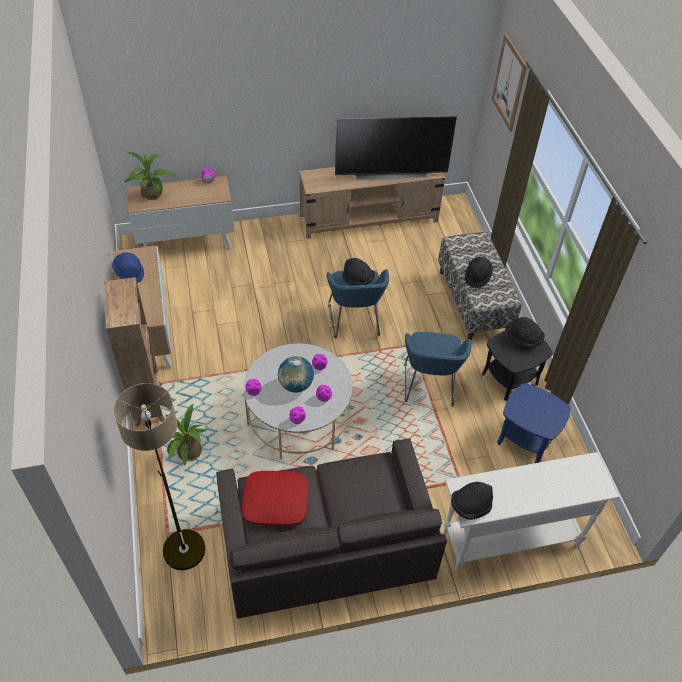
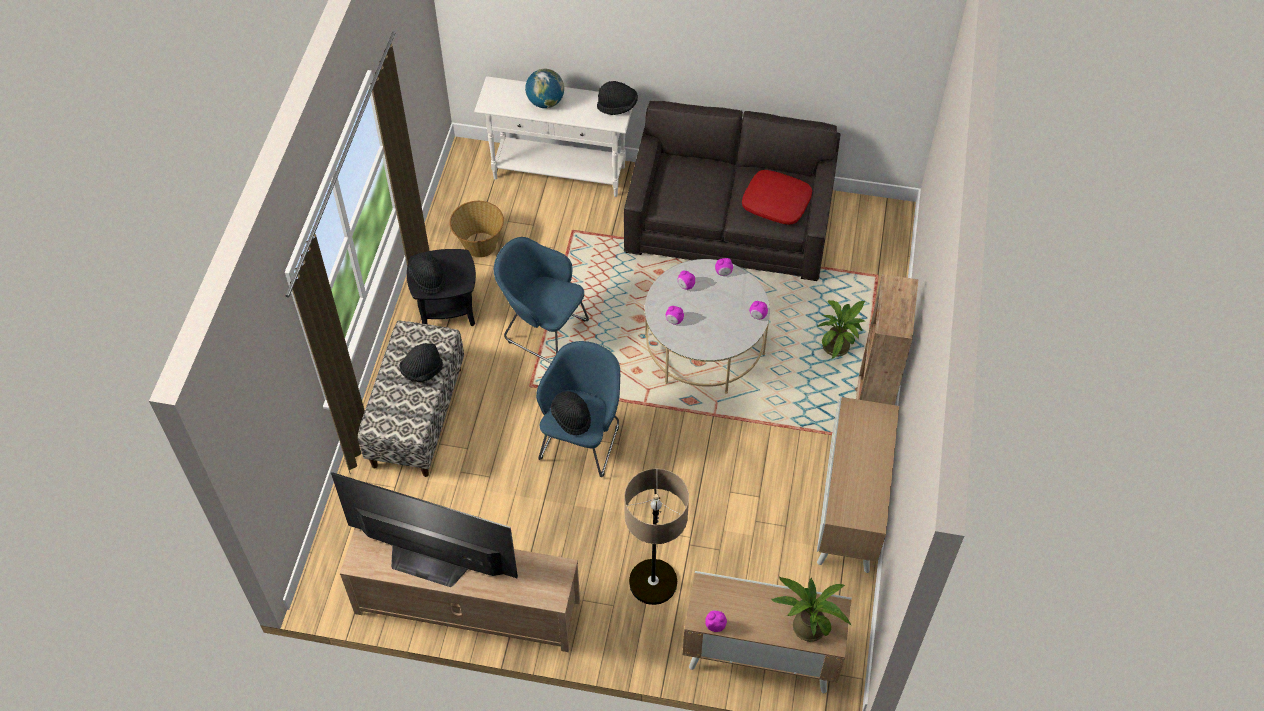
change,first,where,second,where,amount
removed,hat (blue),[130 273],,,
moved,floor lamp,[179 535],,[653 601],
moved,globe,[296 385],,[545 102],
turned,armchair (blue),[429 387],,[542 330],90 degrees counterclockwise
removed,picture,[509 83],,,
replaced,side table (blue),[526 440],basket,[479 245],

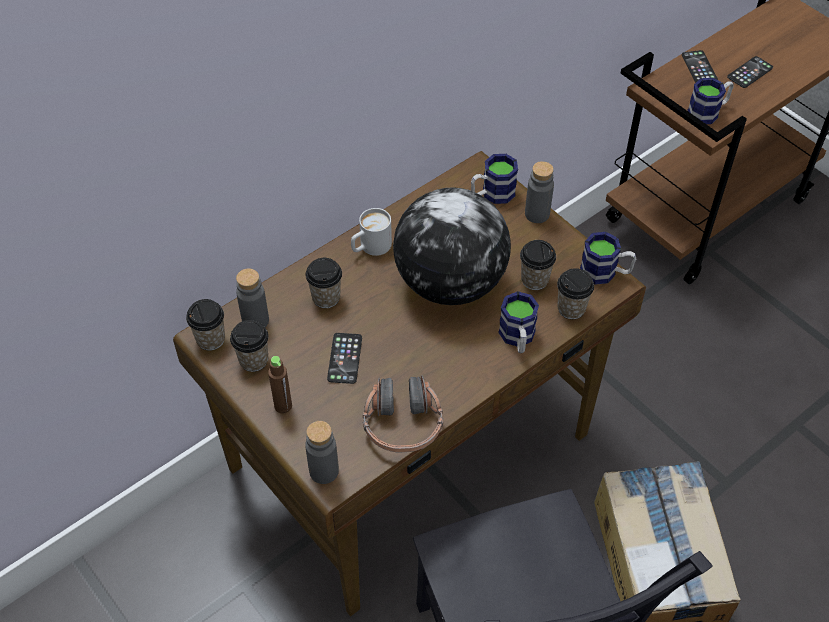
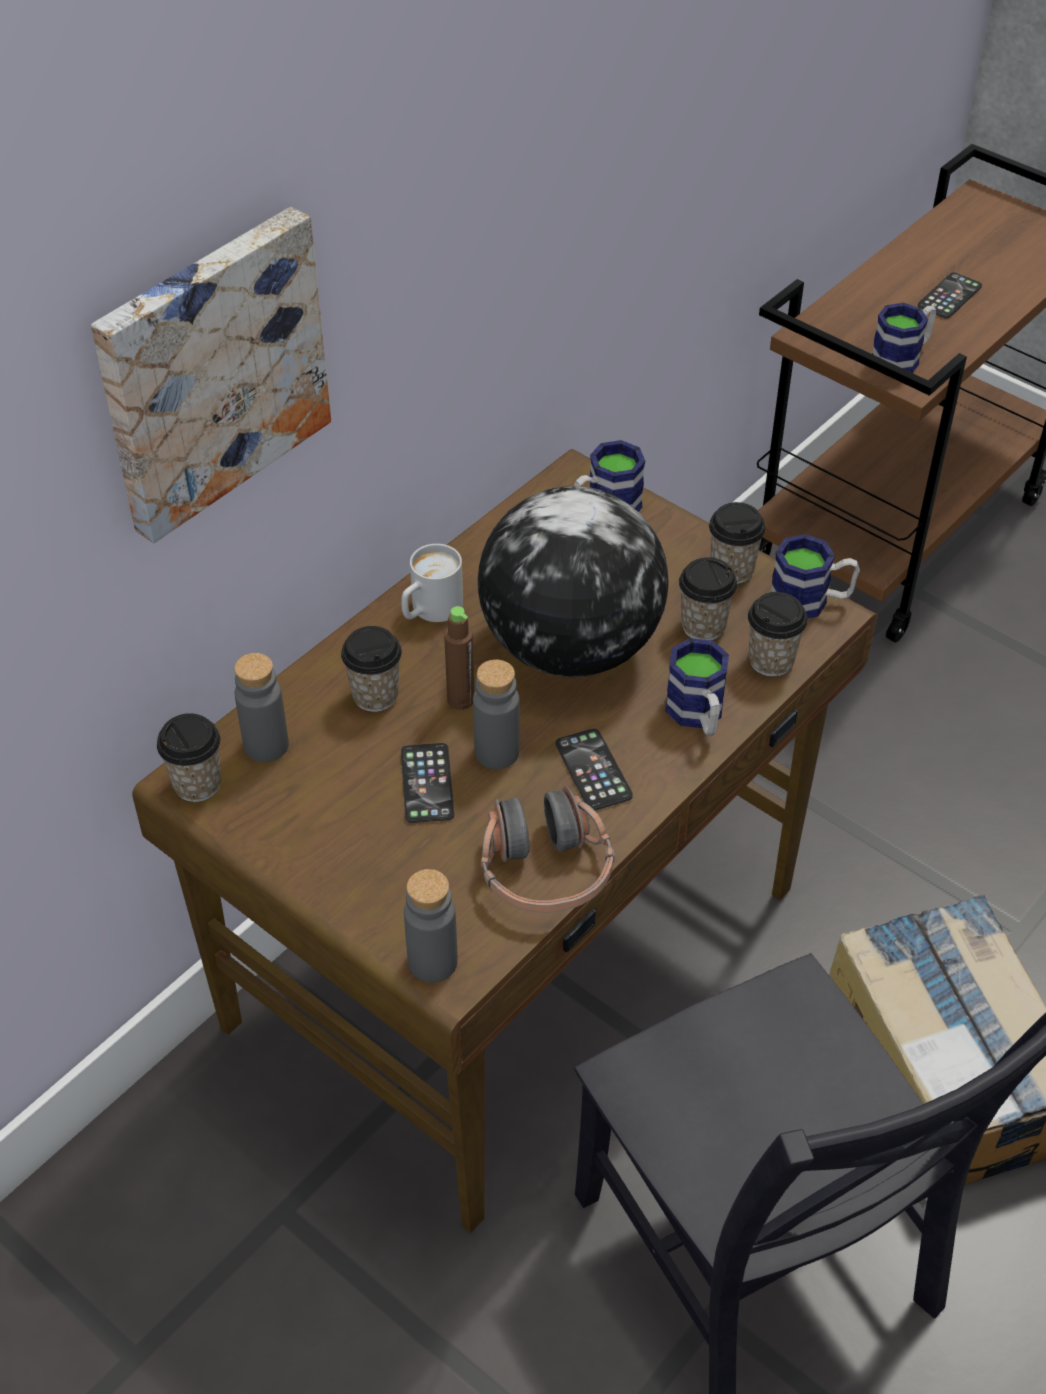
change,first,where,second,where,amount
moved,cup,[253 360],,[732 570],
moved,bottle (brown),[283 406],,[460 700],
moved,bottle (grey),[537 214],,[497 752],
moved,phone,[699 67],,[593 770],
added,,,picture,[210 370],

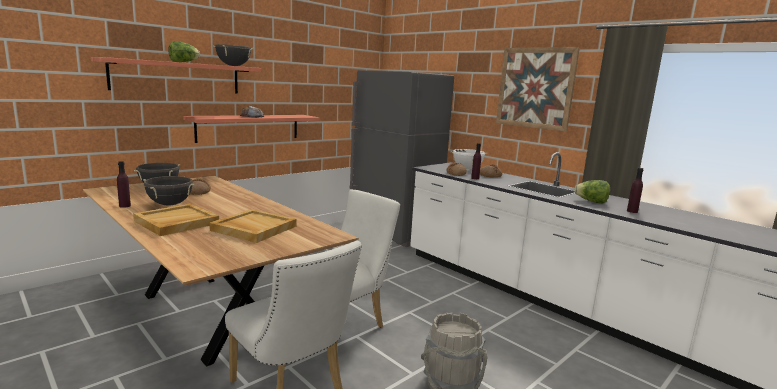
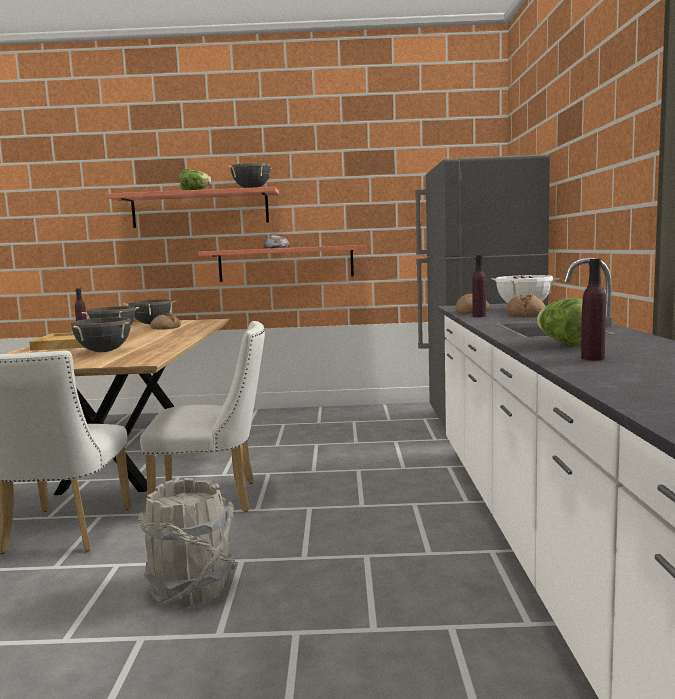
change,first,where,second,where,amount
replaced,tray (beige),[253 228],cooking pot (black),[104 351],
removed,picture,[535 88],,,

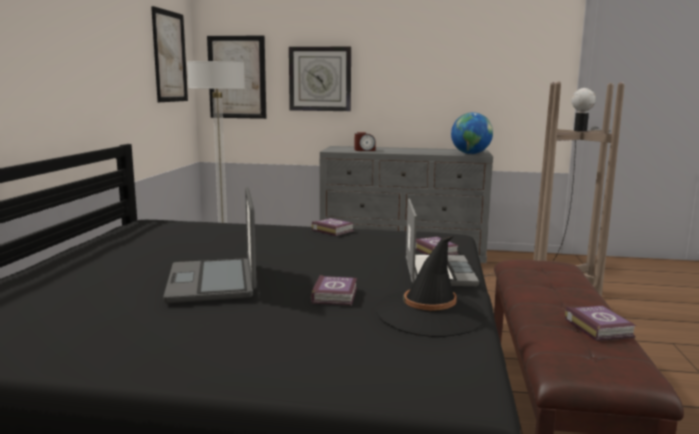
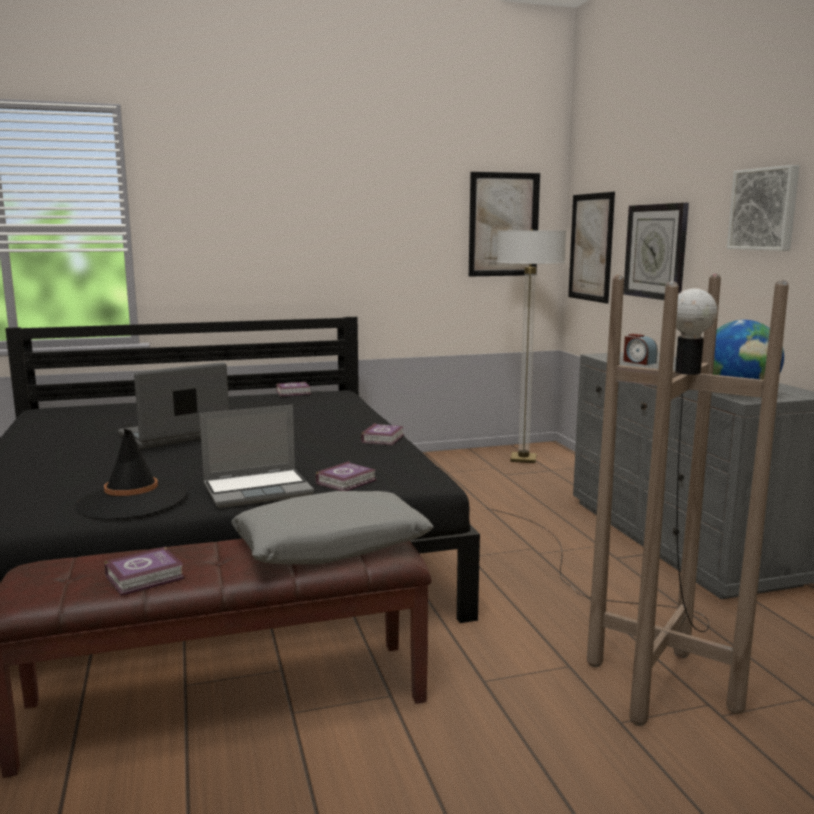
change,first,where,second,where,amount
moved,book,[336 295],,[294 393],
added,,,pillow (grey),[331 546],
added,,,picture,[765 209],

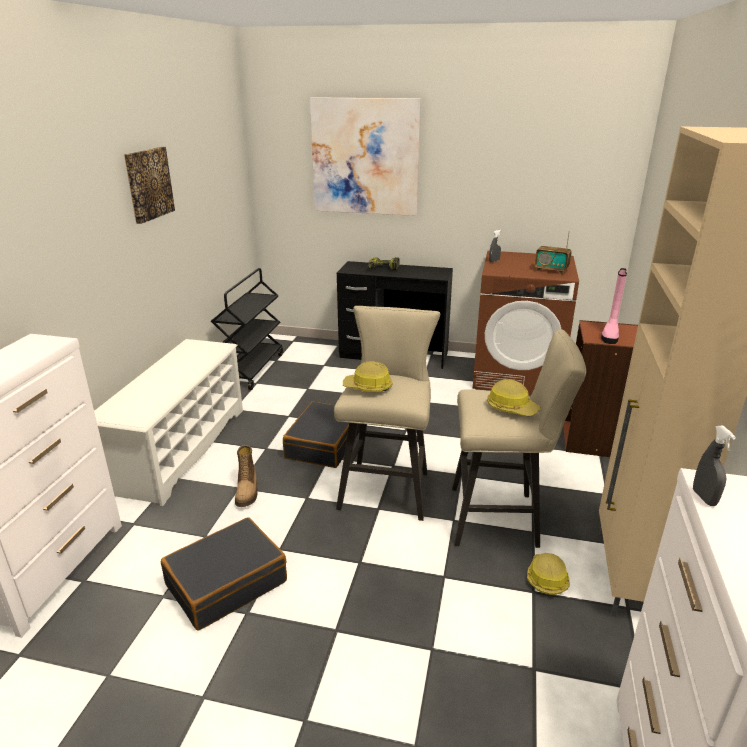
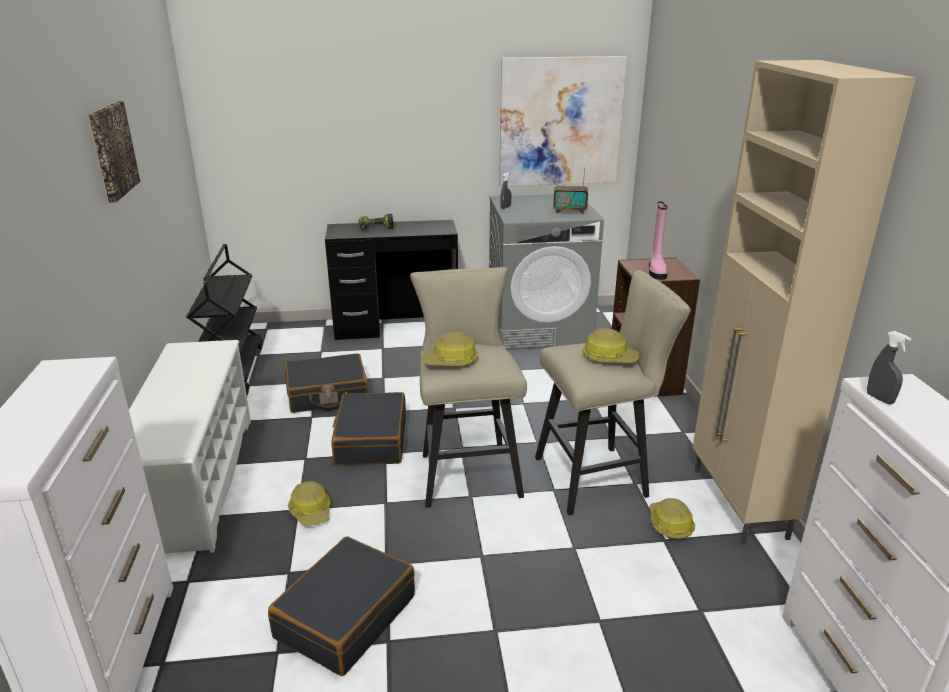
change,first,where,second,where,amount
replaced,boot,[247 491],hard hat,[311 511],
moved,picture,[365 157],,[560 122],
recoloured,washing machine (brown),[517 375],washing machine (grey),[539 329],
added,,,suitcase (black),[327 394],

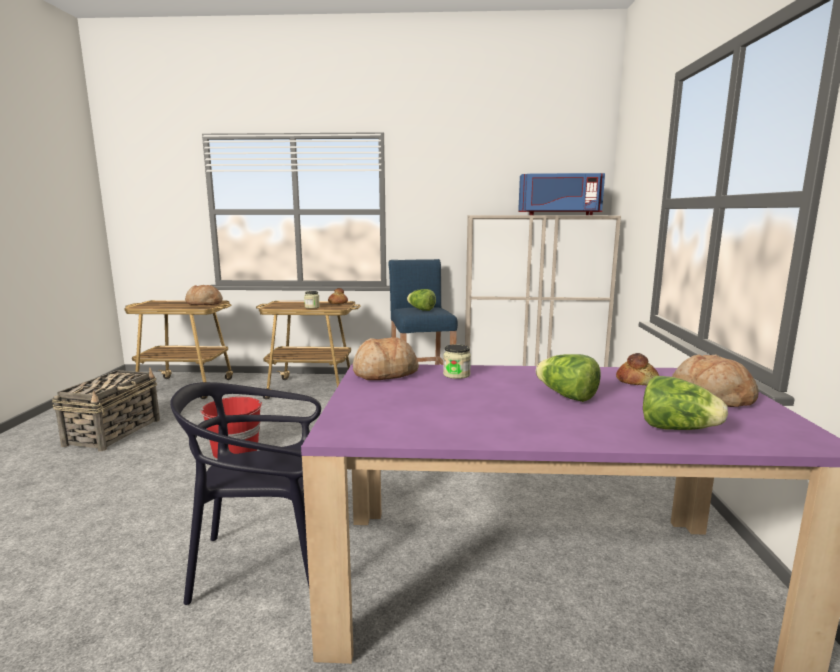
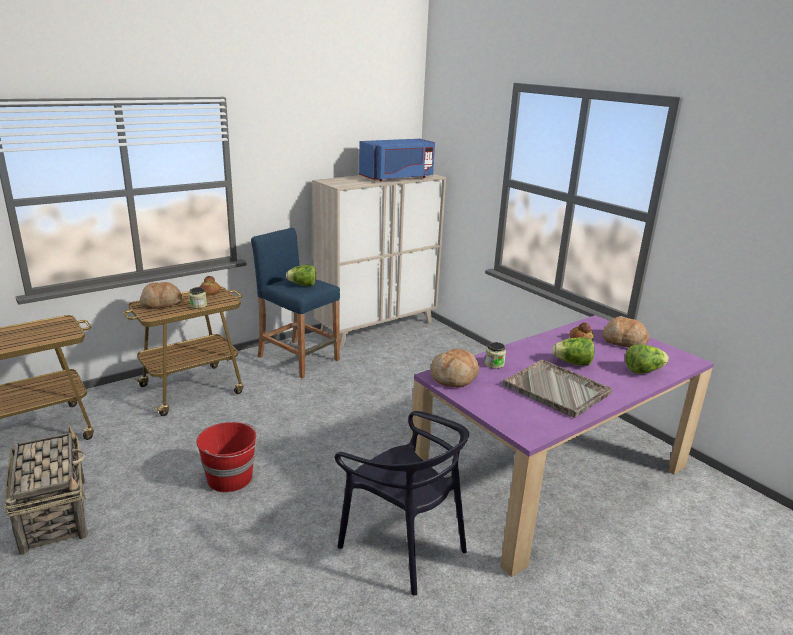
change,first,where,second,where,amount
turned,chair (black),[265 563],,[403 545],90 degrees counterclockwise
moved,bread,[204 303],,[161 303],
added,,,tray (grey),[557 390],

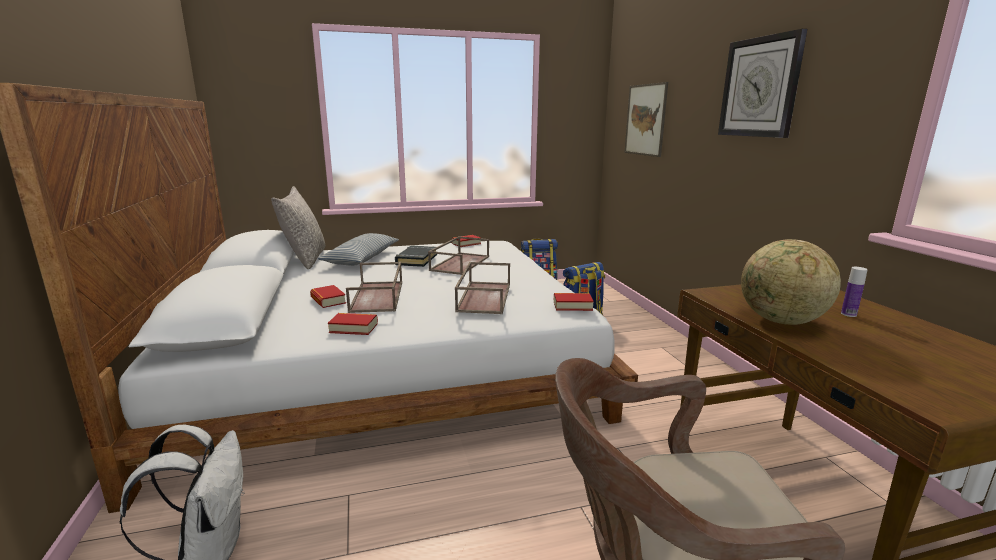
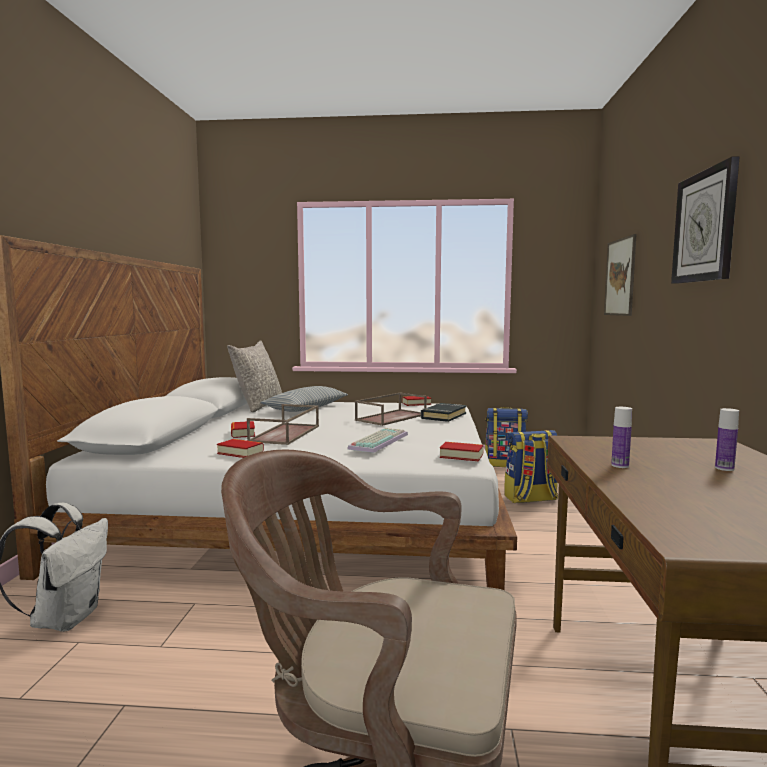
change,first,where,second,where,amount
moved,book (black),[416 259],,[443 416],
replaced,tray (brown),[483 297],keyboard,[378 441],
replaced,globe,[780 321],bottle,[620 465],

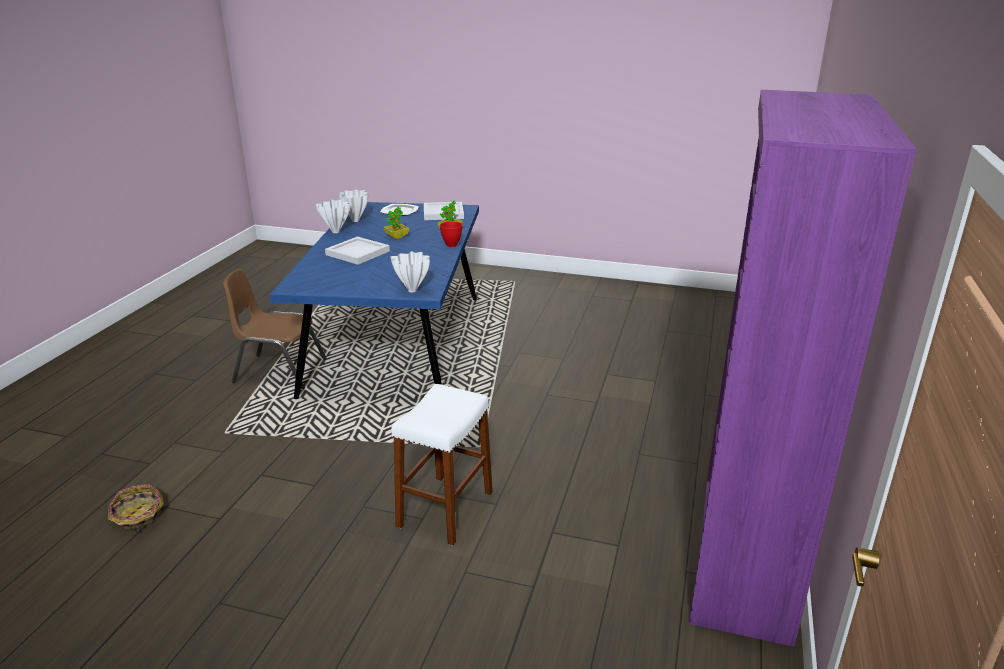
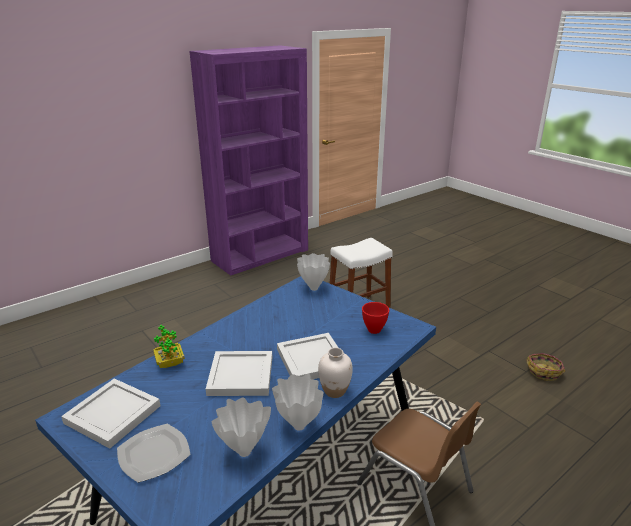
change,first,where,second,where,amount
replaced,potted plant,[396 237],tray (white),[240 376],
moved,bowl (red),[451 245],,[375 330],
added,,,vase (white),[335 391],

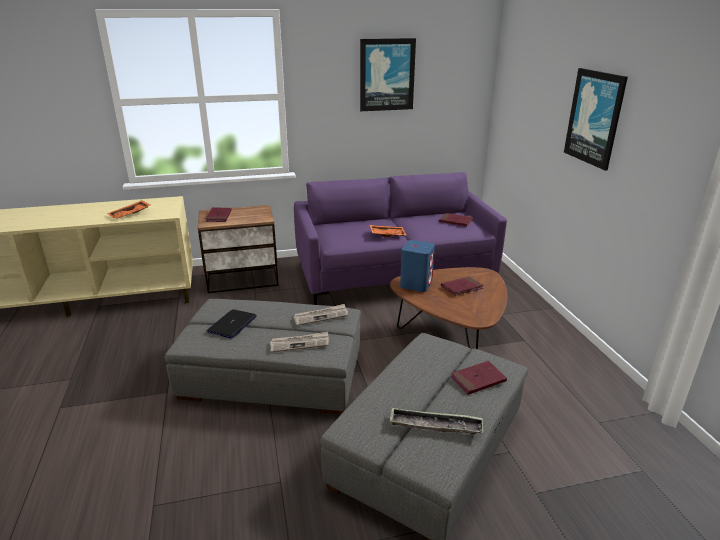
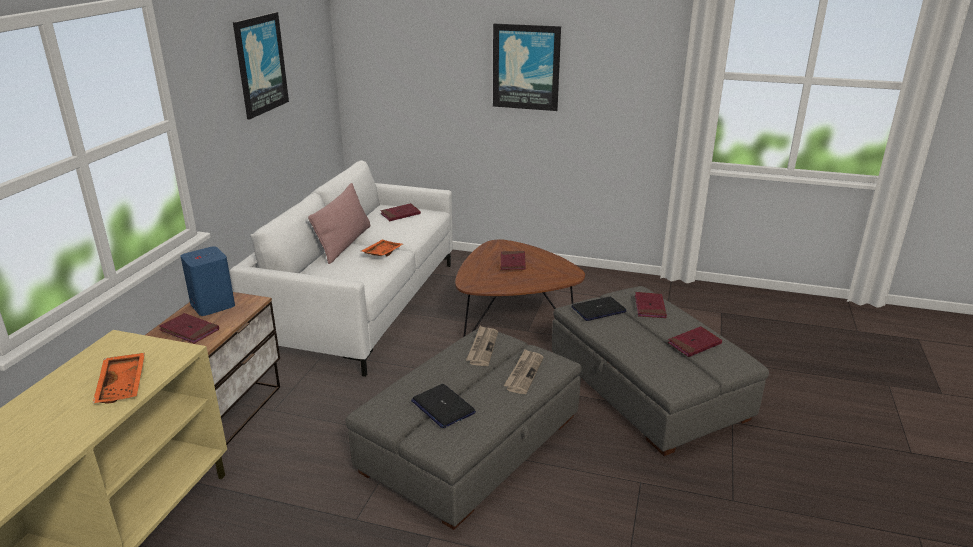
change,first,where,second,where,amount
recoloured,sofa (purple),[394 275],sofa (white),[362 305],
replaced,tray,[435 425],book (red),[694 344],
moved,speaker (blue),[416 284],,[212 305],
added,,,pillow (pink),[344 243],
added,,,laptop,[598 309],

